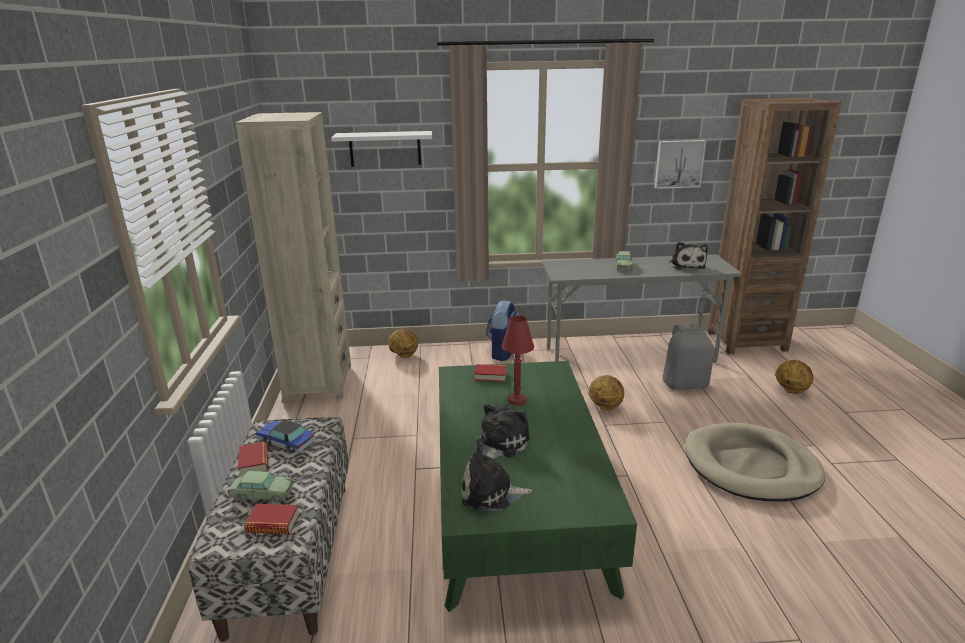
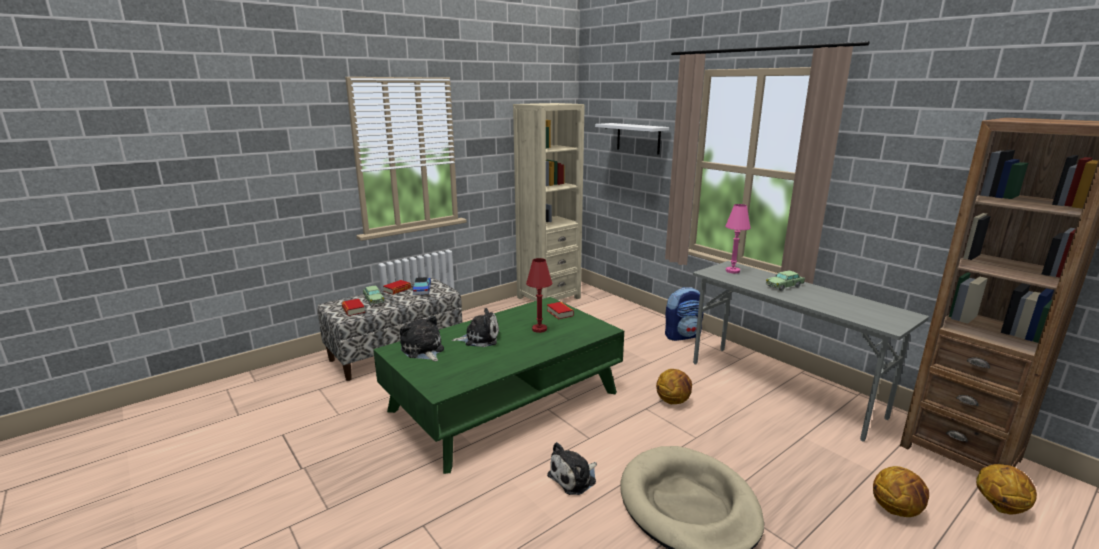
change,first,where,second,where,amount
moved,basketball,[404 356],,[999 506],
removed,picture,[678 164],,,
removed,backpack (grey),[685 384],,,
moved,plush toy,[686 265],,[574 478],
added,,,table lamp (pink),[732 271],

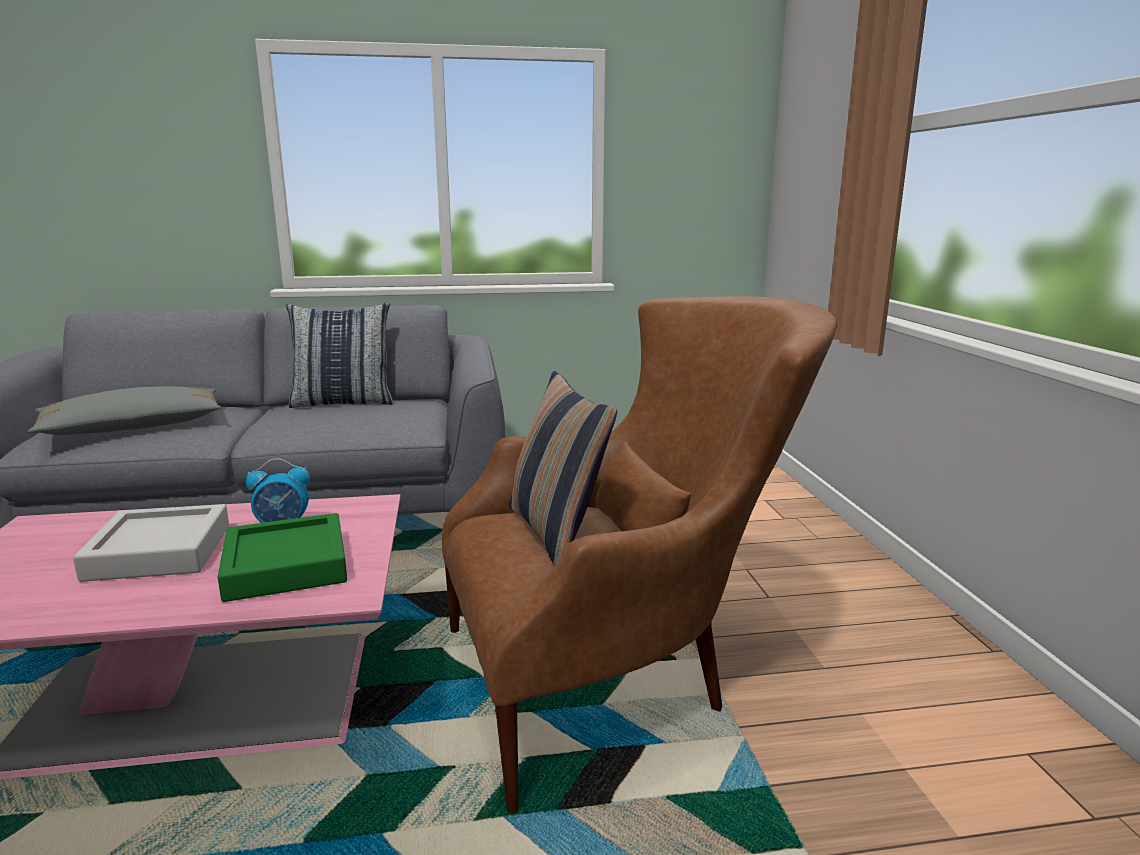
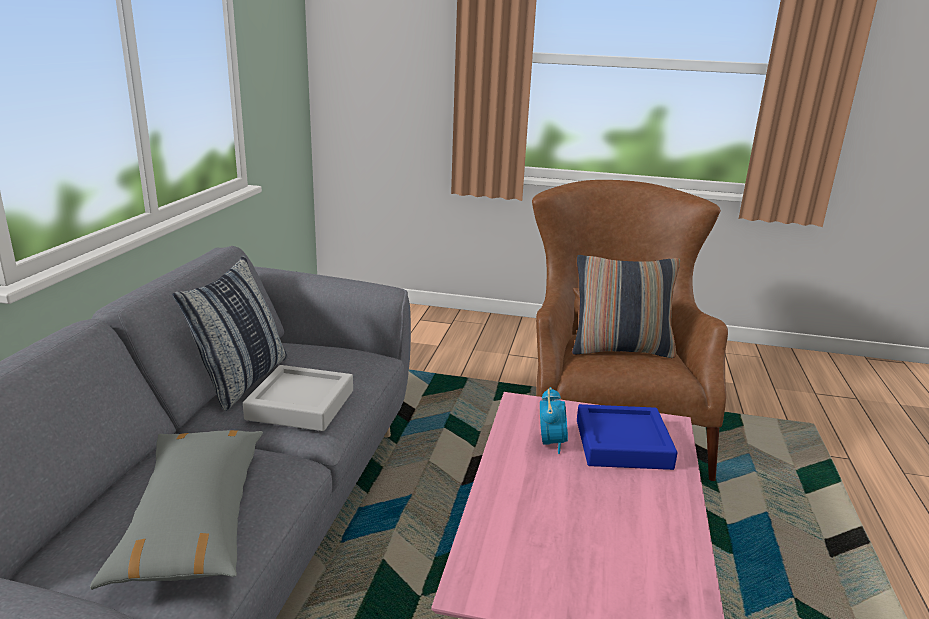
change,first,where,second,where,amount
moved,tray (grey),[159 552],,[301 405],
recoloured,tray (green),[286 566],tray (blue),[622 444],

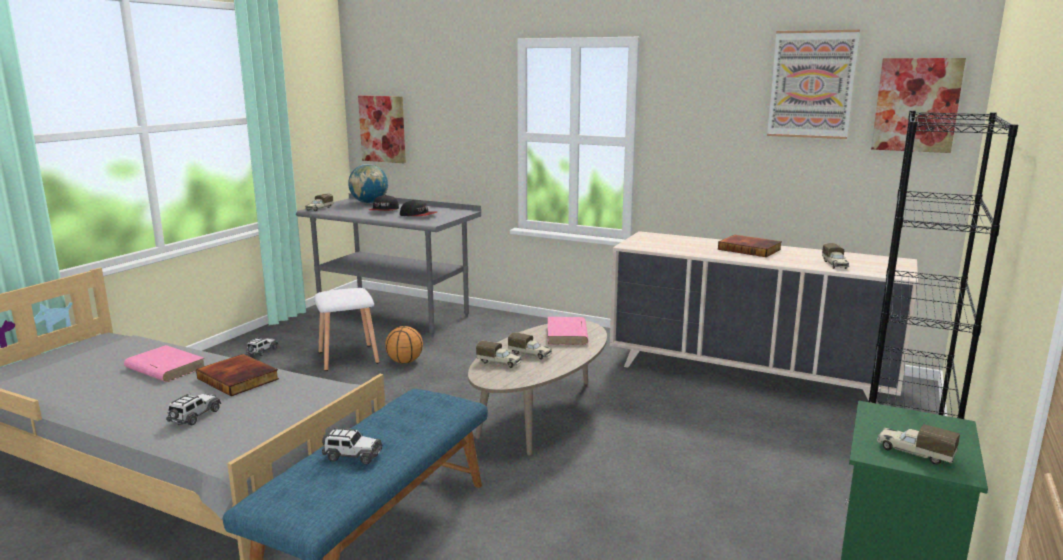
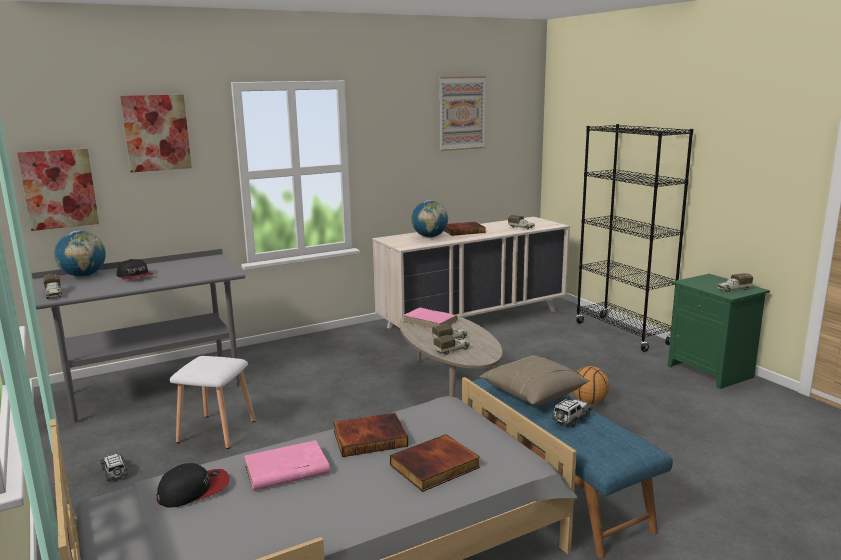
change,first,where,second,where,amount
replaced,toy car,[194 417],book,[435 467],
moved,basketball,[405 362],,[589 401],
moved,cap,[418 215],,[194 490],
moved,picture,[916 105],,[156 133],
added,,,globe,[430 237],
added,,,pillow (beige),[533 392],

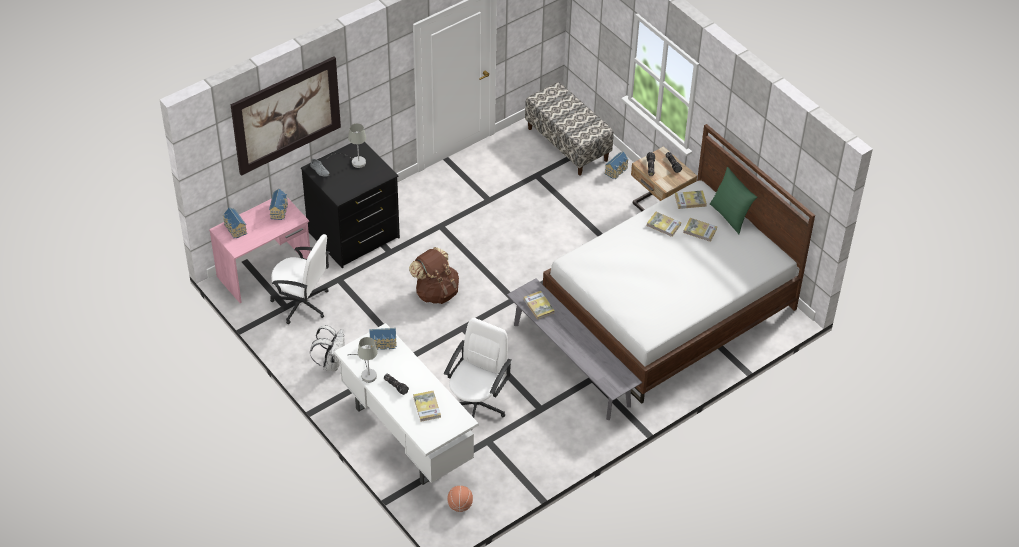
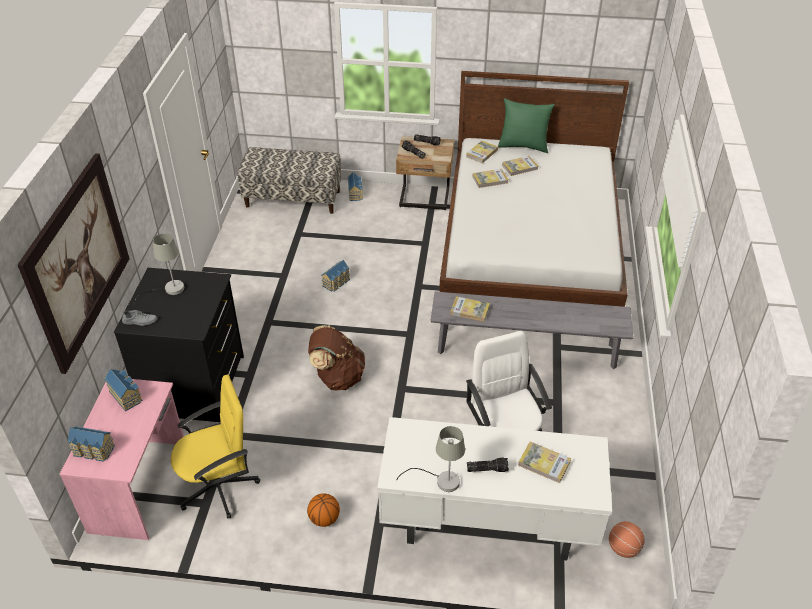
change,first,where,second,where,amount
recoloured,office chair (white),[302 303],office chair (yellow),[219 486],
replaced,backpack (white),[331 363],basketball,[324 519],
moved,toy house,[383 344],,[337 282],

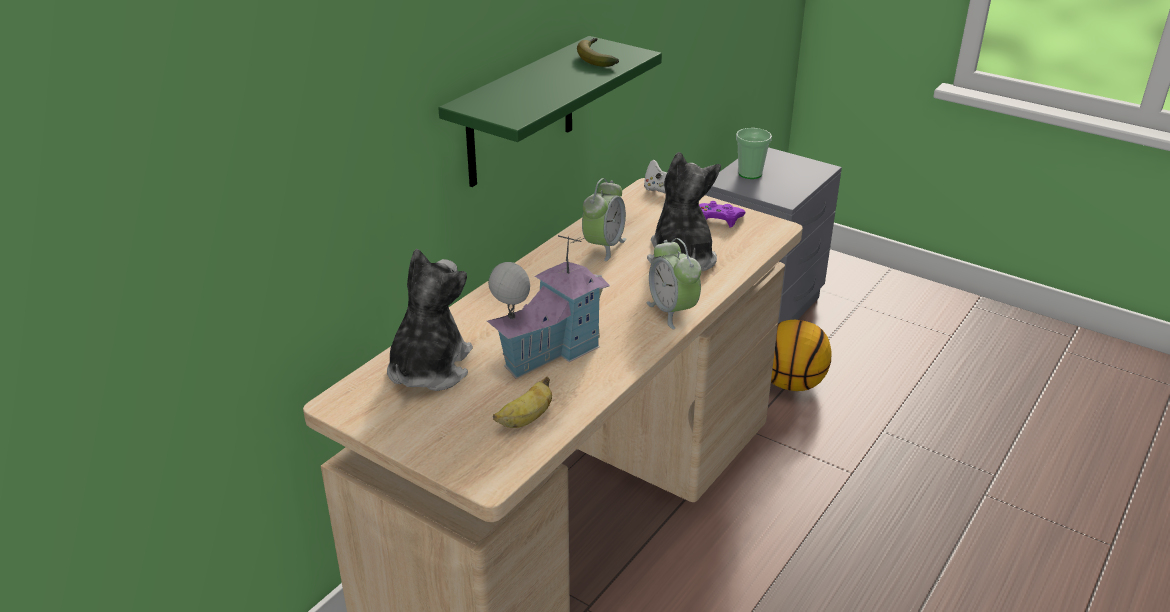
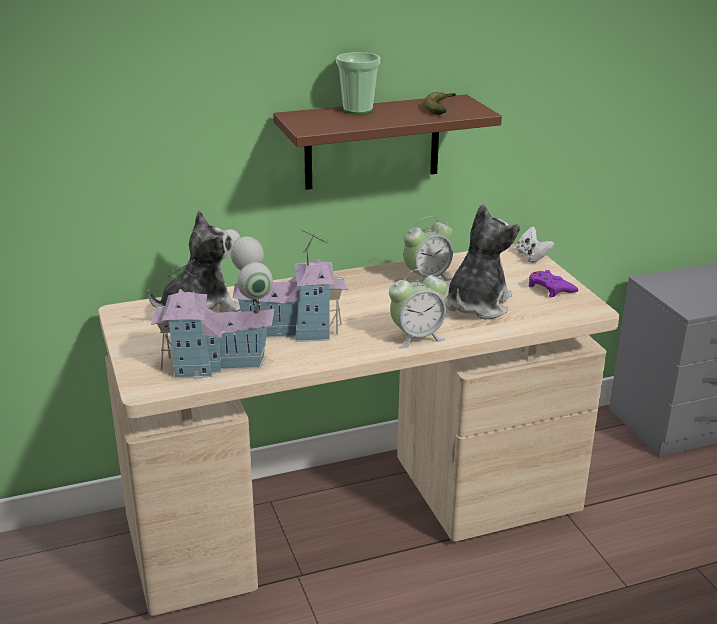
change,first,where,second,where,amount
recoloured,shelf (green),[520 113],shelf (brown),[372 142],
replaced,banana,[525 420],toy house,[216 364],
turned,alarm clock,[672 312],,[416 337],120 degrees counterclockwise
moved,cup,[750 174],,[357 110],
removed,basketball,[792 383],,,

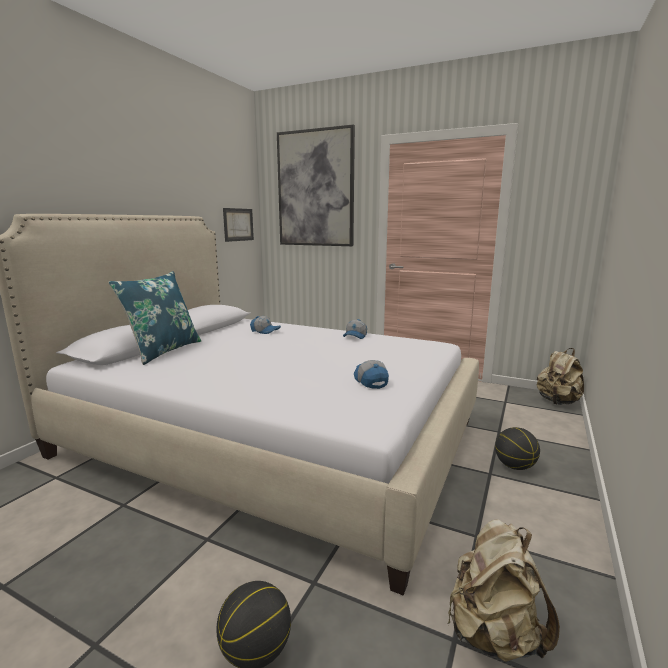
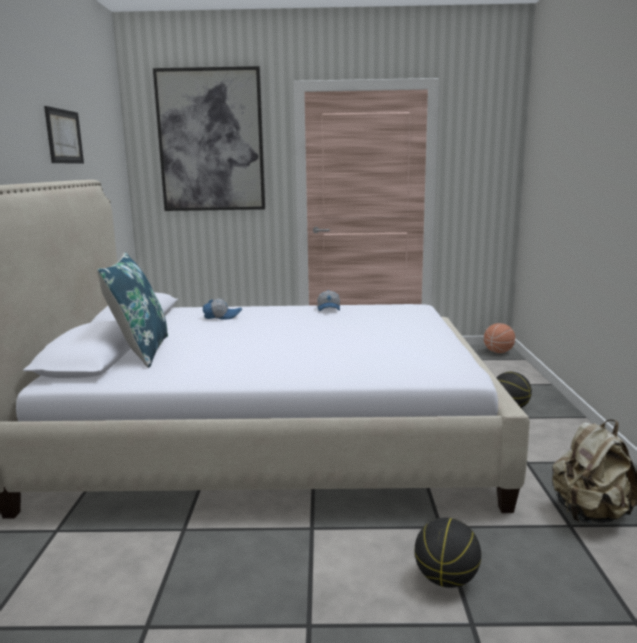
change,first,where,second,where,amount
moved,picture,[238 224],,[64 136],
removed,cap,[370 381],,,
replaced,backpack (beige),[558 402],basketball,[498 352],

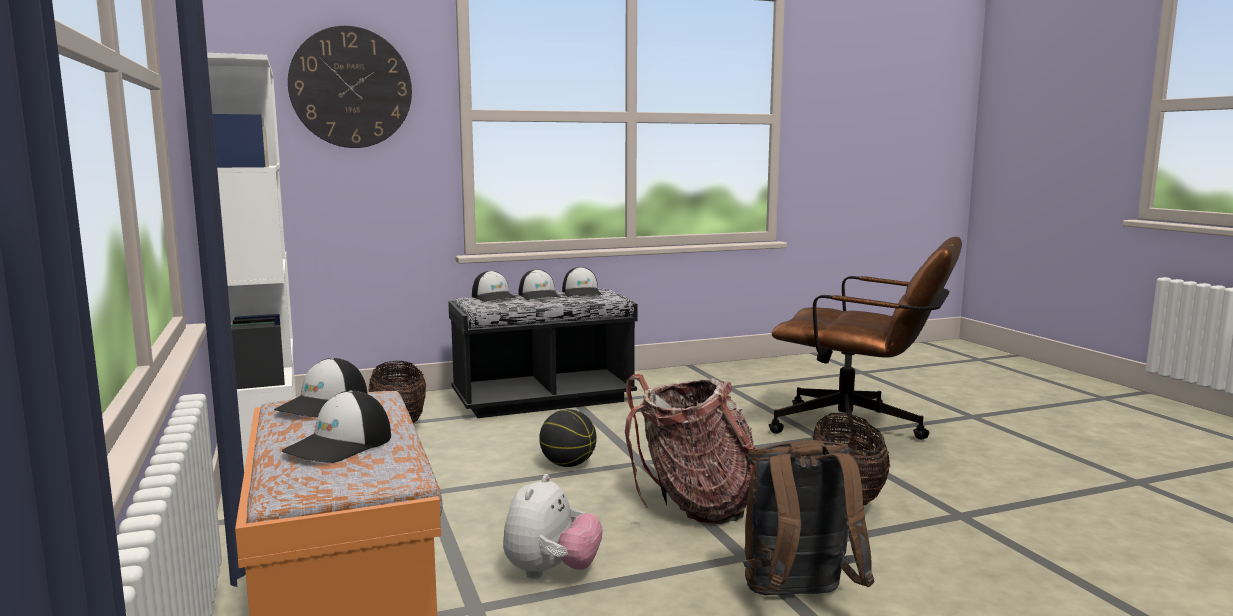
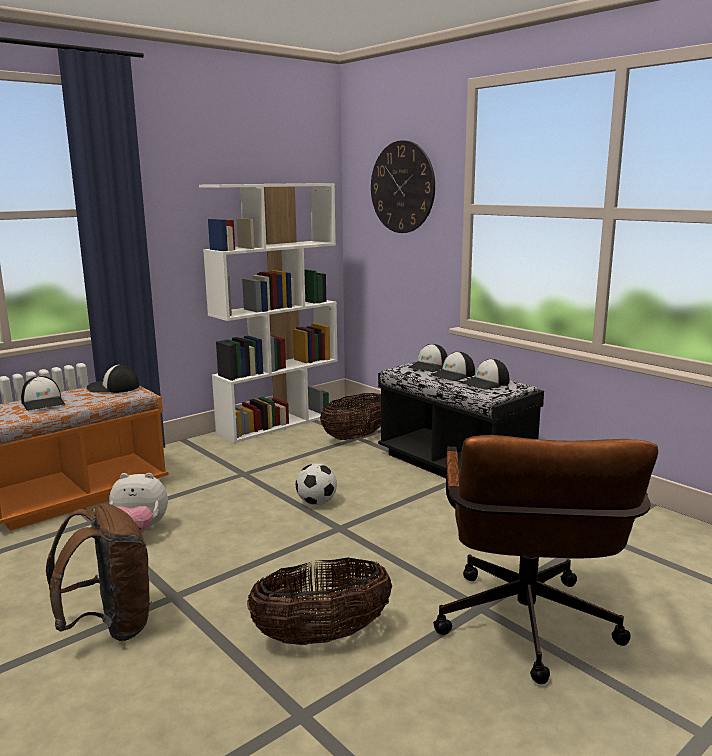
change,first,where,second,where,amount
turned,cap,[340 445],,[43 403],135 degrees counterclockwise
replaced,basketball,[568 464],football,[317 502],
removed,backpack,[693 505],,,

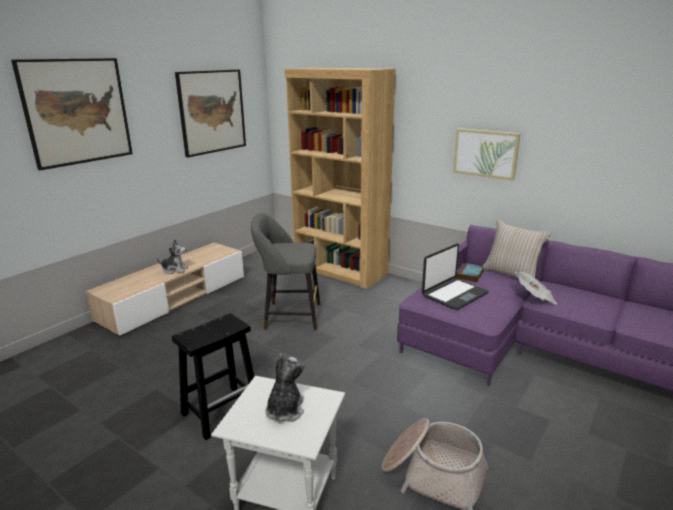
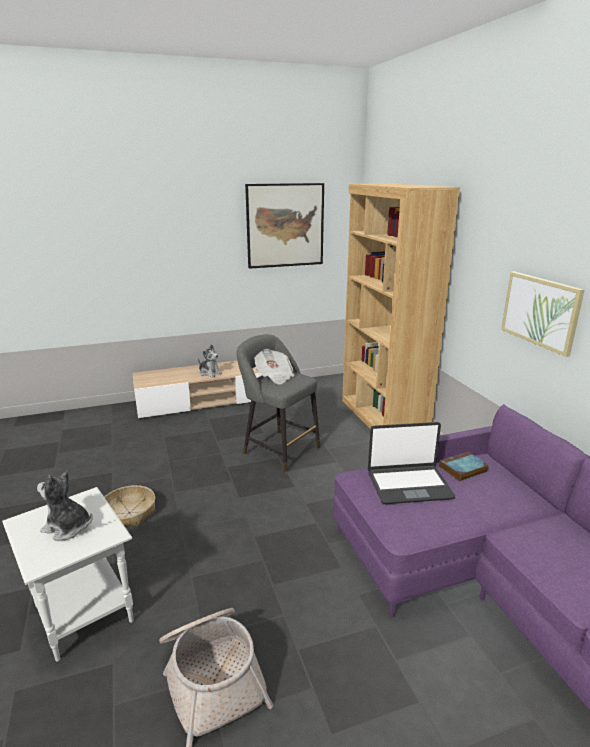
change,first,where,second,where,amount
removed,picture,[77 112],,,
replaced,stool (black),[222 411],basket,[129 513],
turned,plush toy,[285 410],,[68 528],120 degrees counterclockwise
removed,pillow (beige),[511 275],,,
moved,newspaper,[534 298],,[274 376],

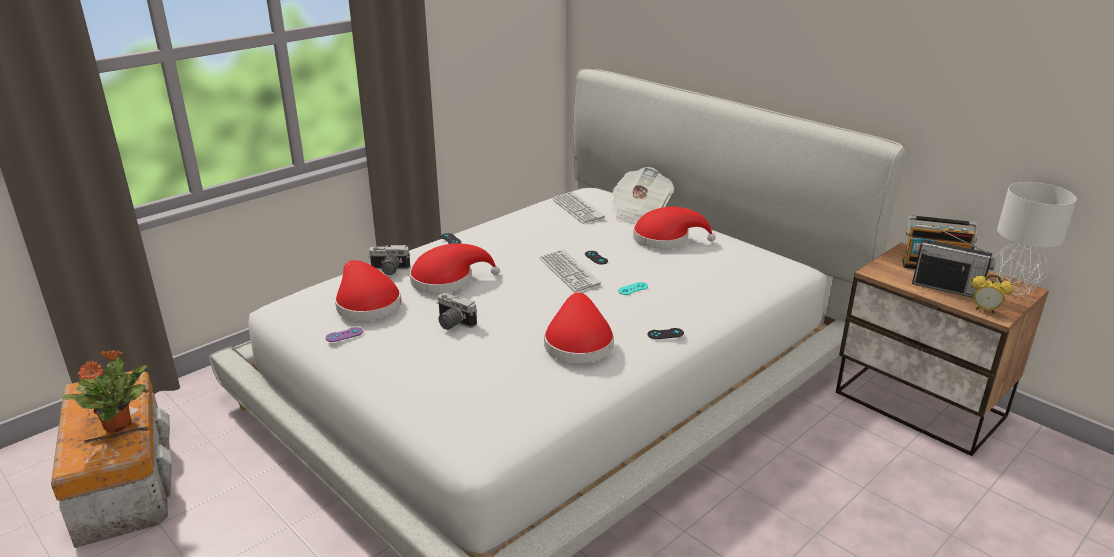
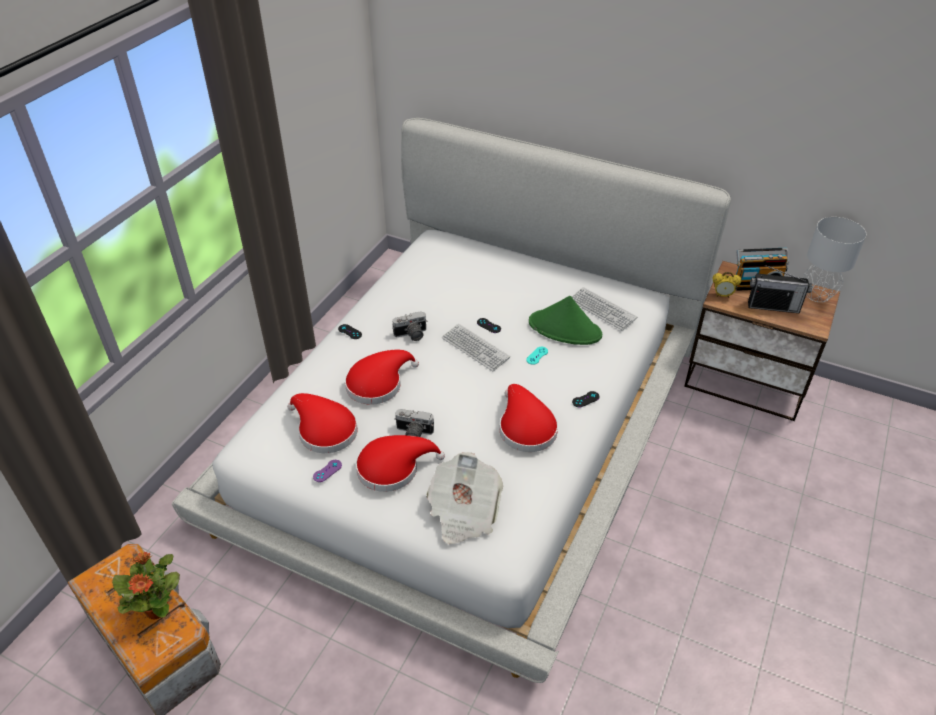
change,first,where,second,where,amount
moved,photo camera,[389 270],,[411 335],
moved,keyboard,[577 209],,[602 309],
moved,newspaper,[639 212],,[463 512],
moved,hat (red),[666 239],,[393 467],
moved,alarm clock,[984 310],,[722 295],
added,,,hat (green),[565 329],

